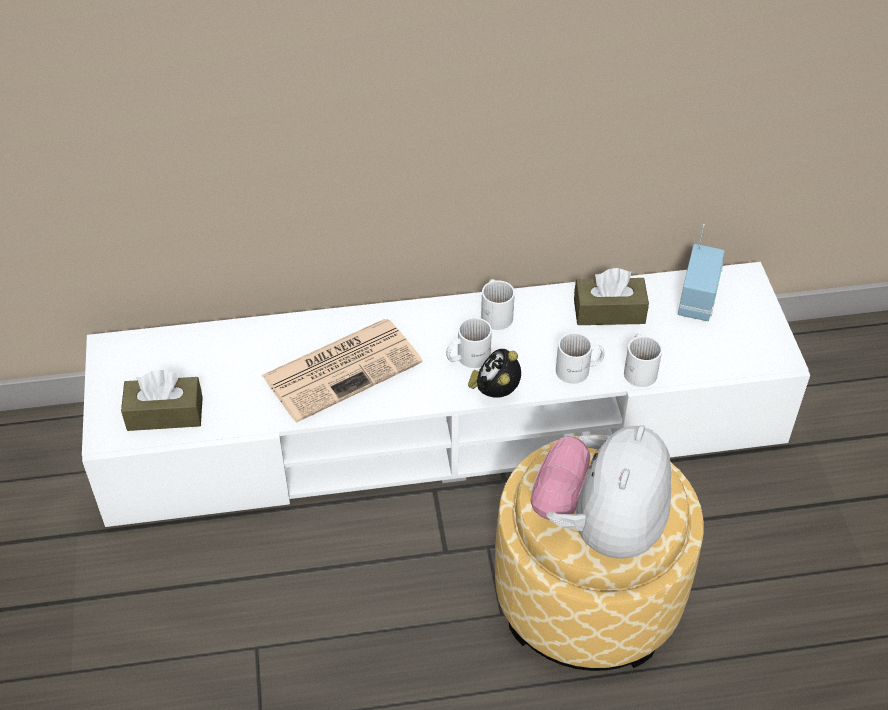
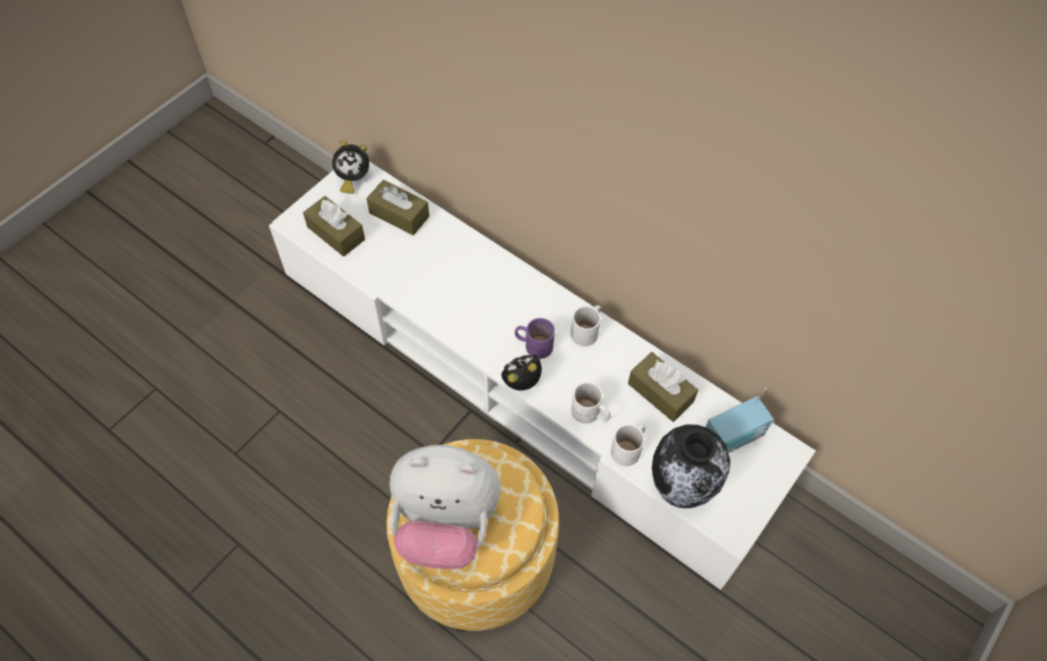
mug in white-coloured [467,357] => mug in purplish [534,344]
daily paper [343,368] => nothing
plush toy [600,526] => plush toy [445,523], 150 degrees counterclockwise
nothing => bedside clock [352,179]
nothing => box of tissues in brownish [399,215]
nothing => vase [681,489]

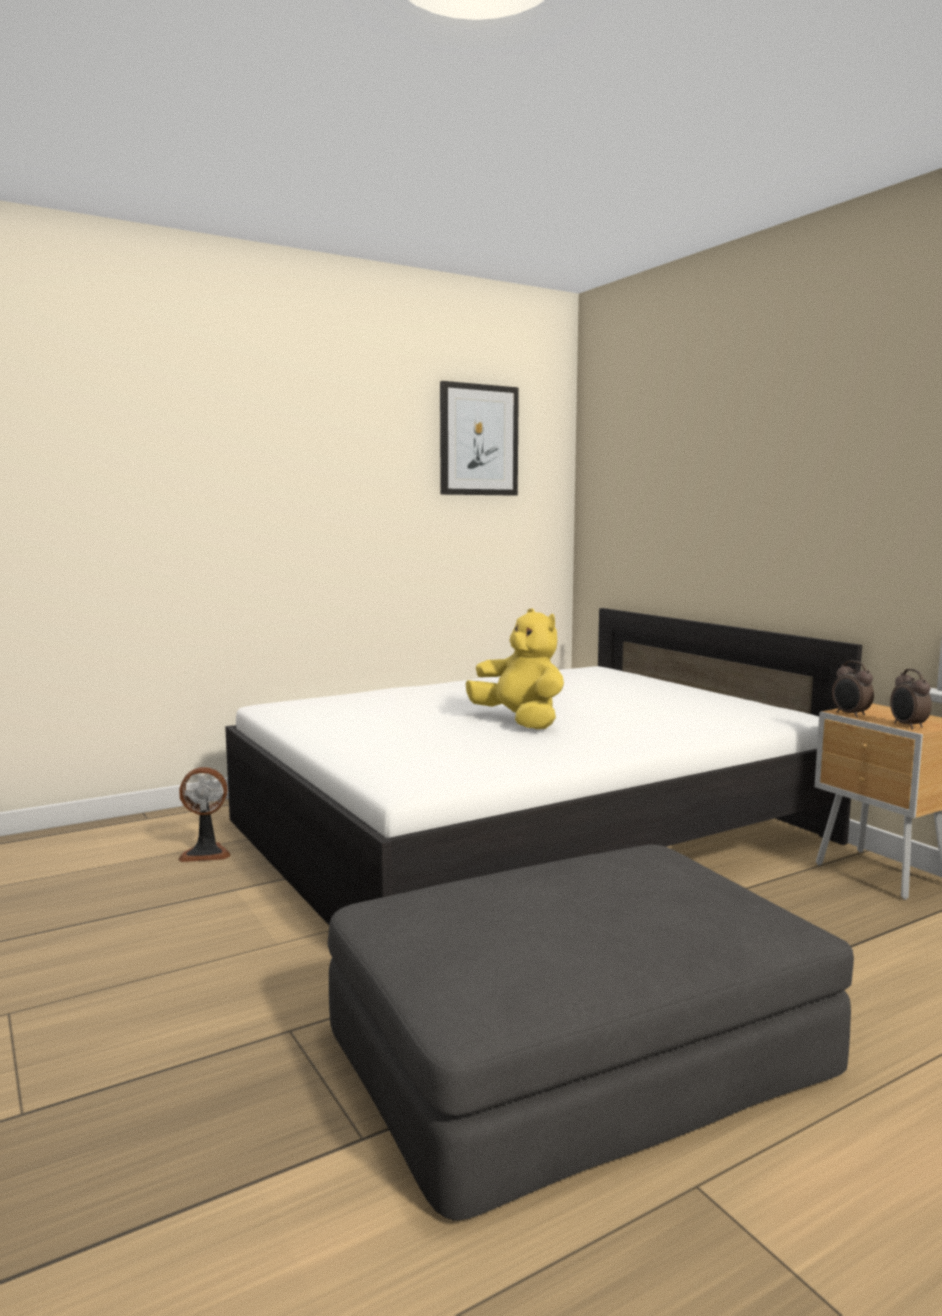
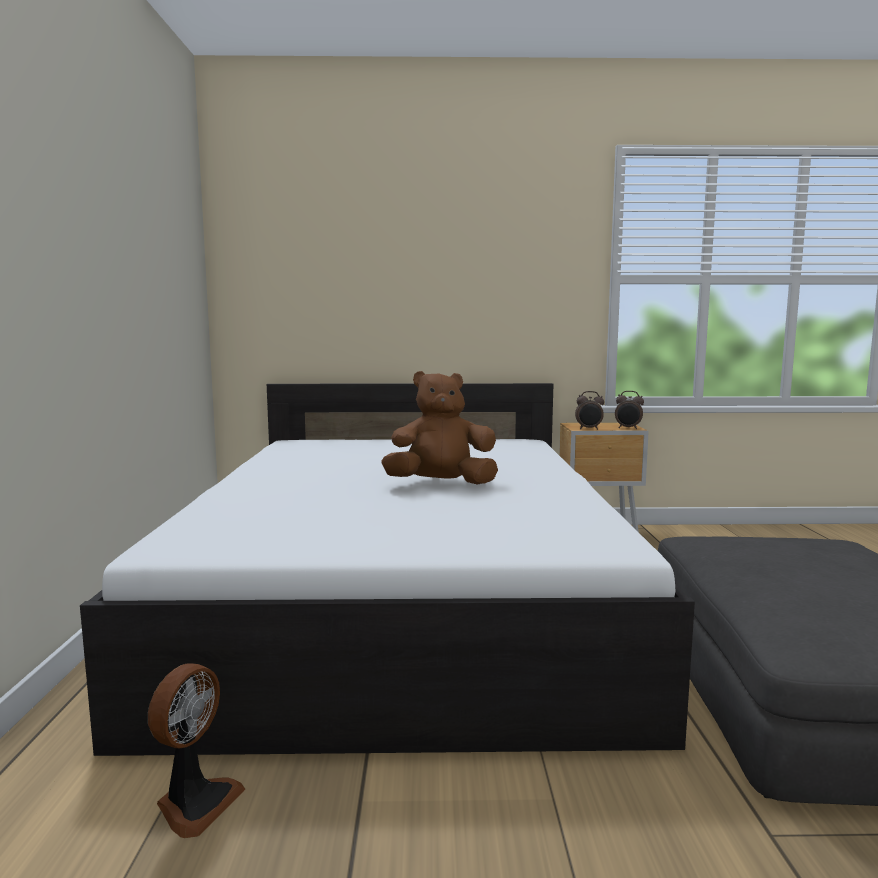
picture [478,440] => nothing
plush toy in yellow-coloured [520,722] => plush toy in brownish [441,484]

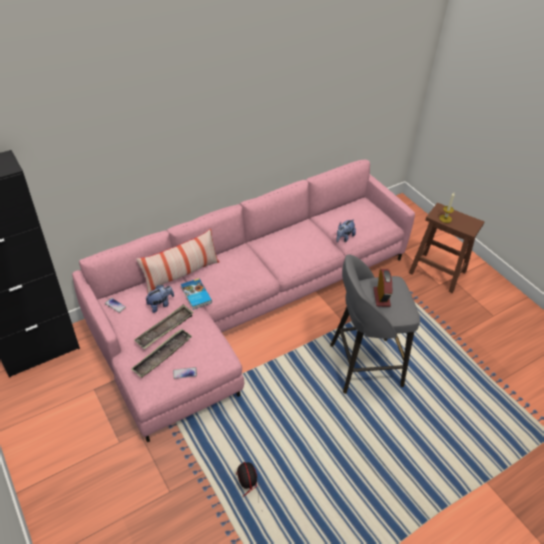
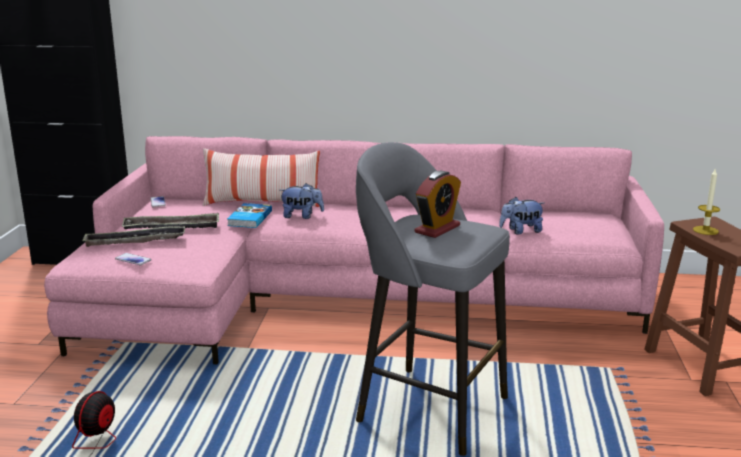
plush toy [160,304] => plush toy [302,216], move

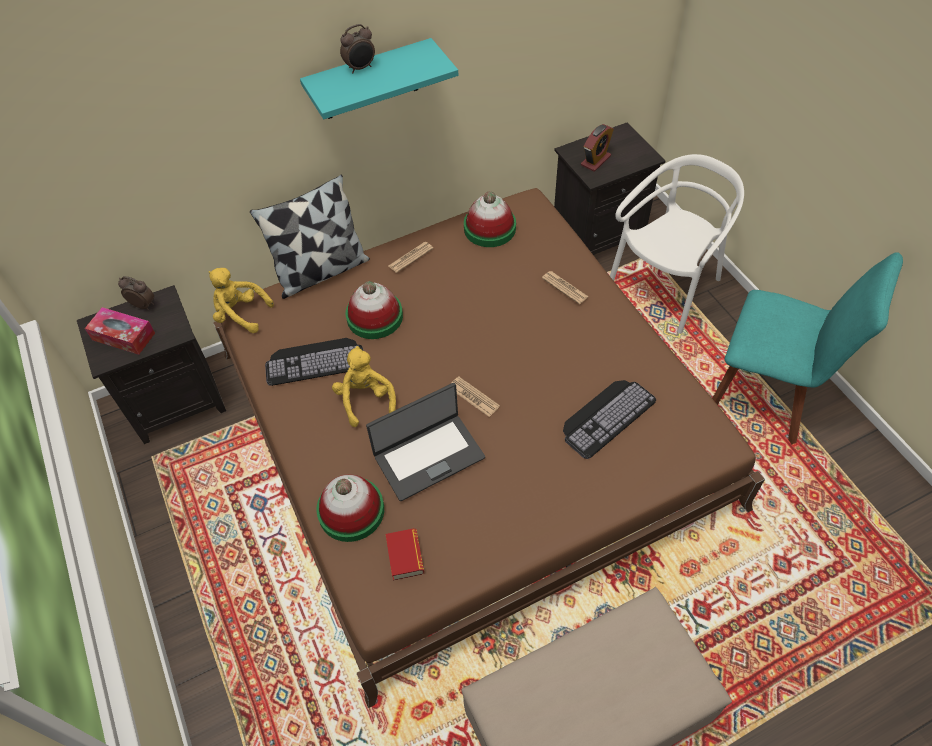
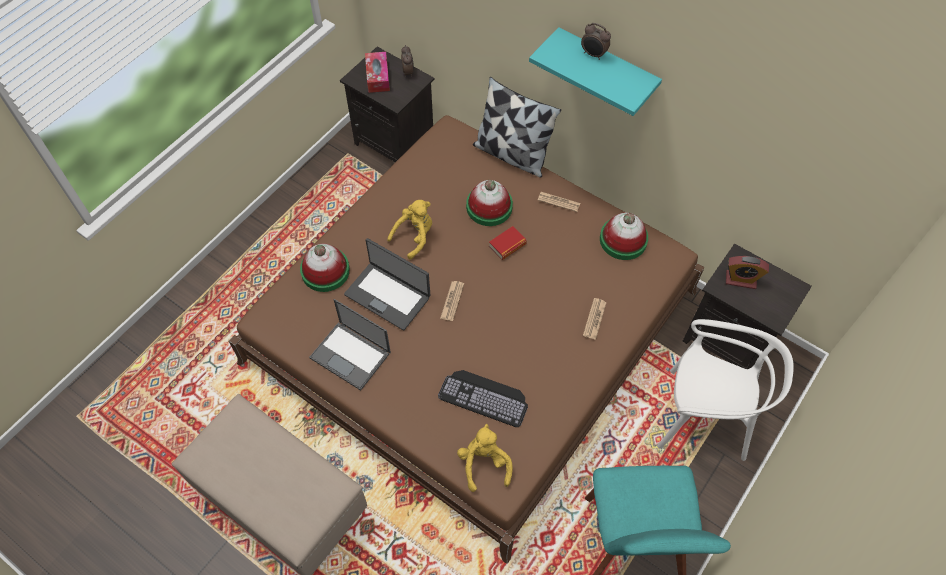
plush toy in yellow-coloured [240,314] => plush toy in yellow-coloured [484,463], move
computer keyboard [315,360] => nothing
volume [405,556] => volume [507,245], move
nothing => laptop [351,355]

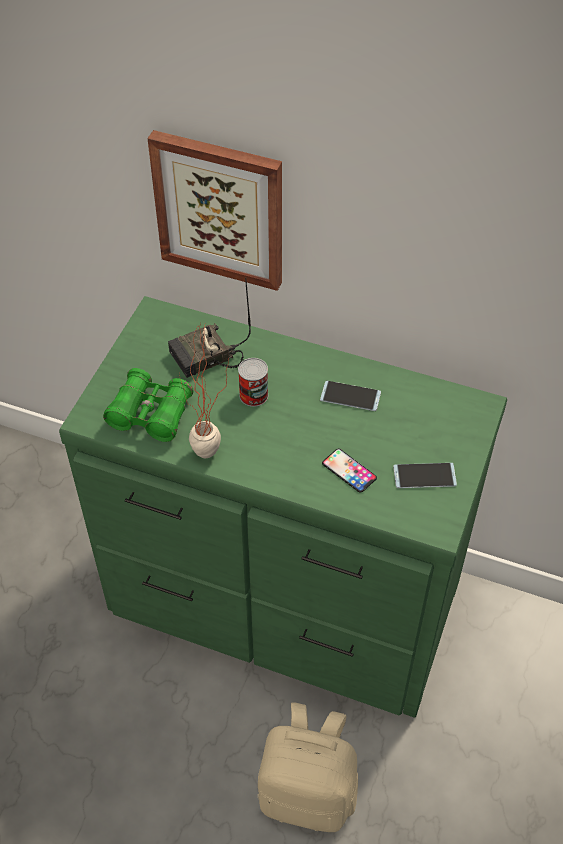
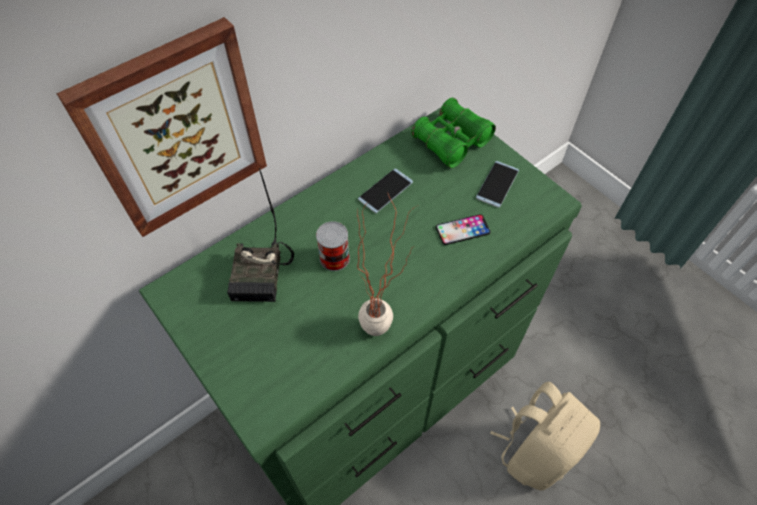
field glasses in green [150,414] => field glasses in green [451,141], move

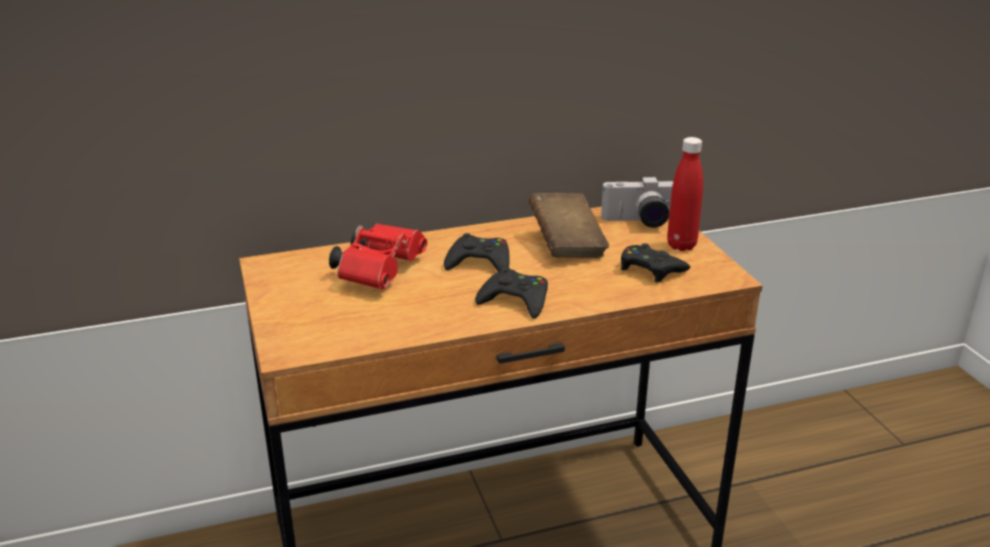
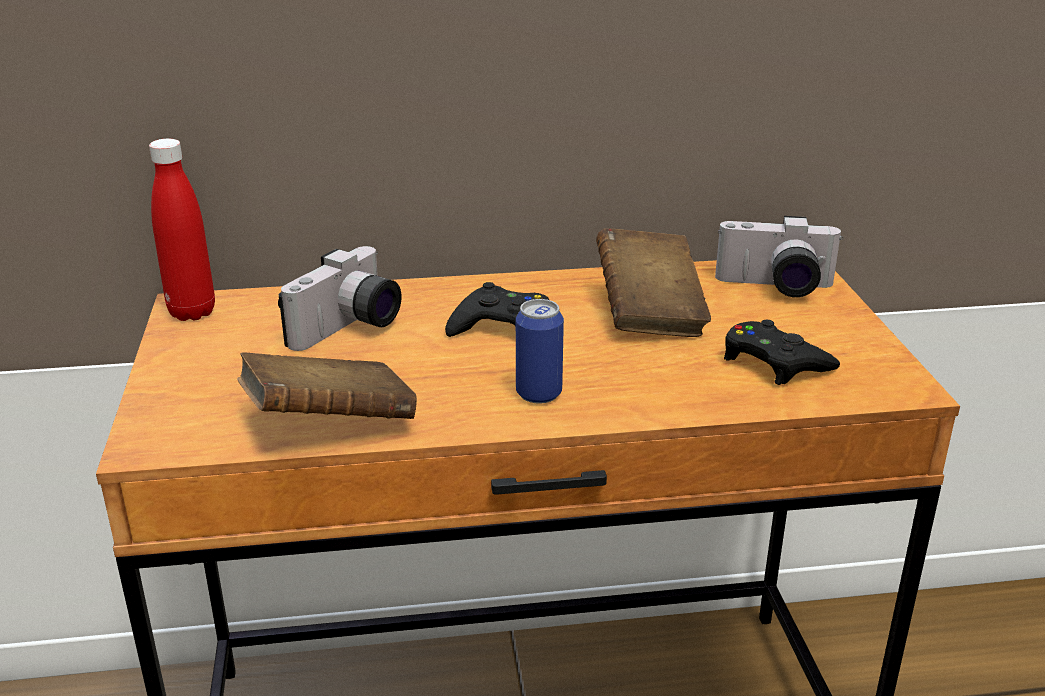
bottle in reddish [681,245] => bottle in reddish [192,312], move
field glasses in reddish [380,270] => still camera [350,329]
game controller in black [515,300] => can [539,393]
nothing => volume in brownish [329,423]

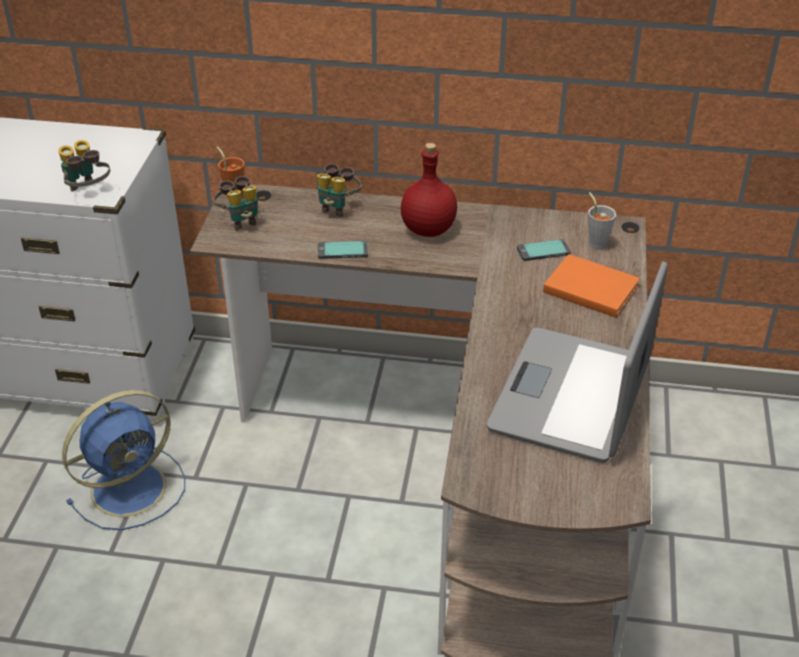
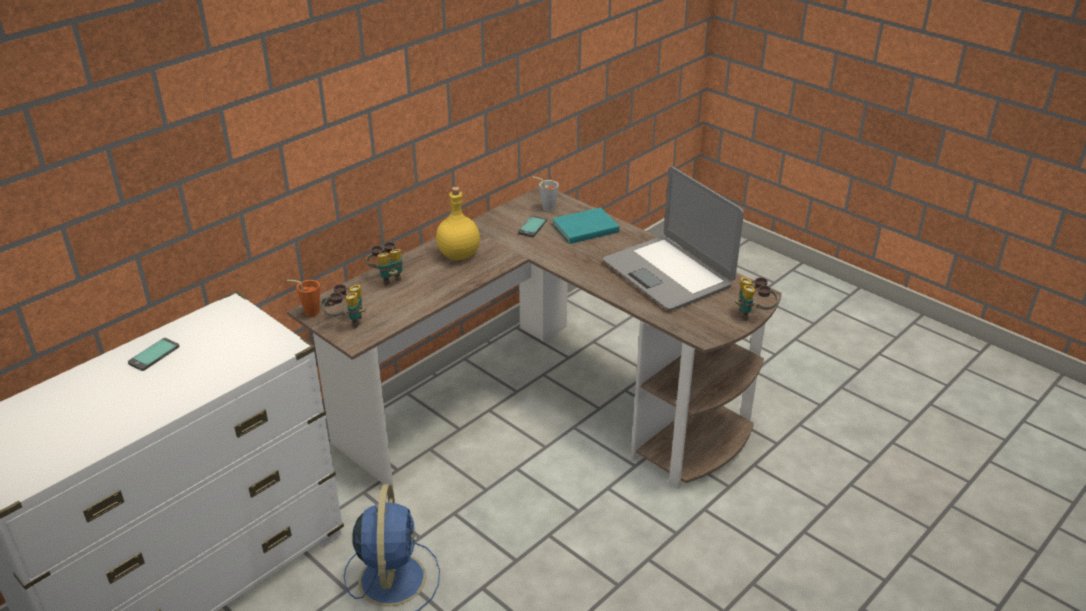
field glasses [87,192] => field glasses [753,314], move
bottle in reddish [429,230] => bottle in yellow-coloured [459,255]
telephone [342,251] => telephone [154,355], move
volume in orange-coloured [589,287] => volume in turquoise [583,228]

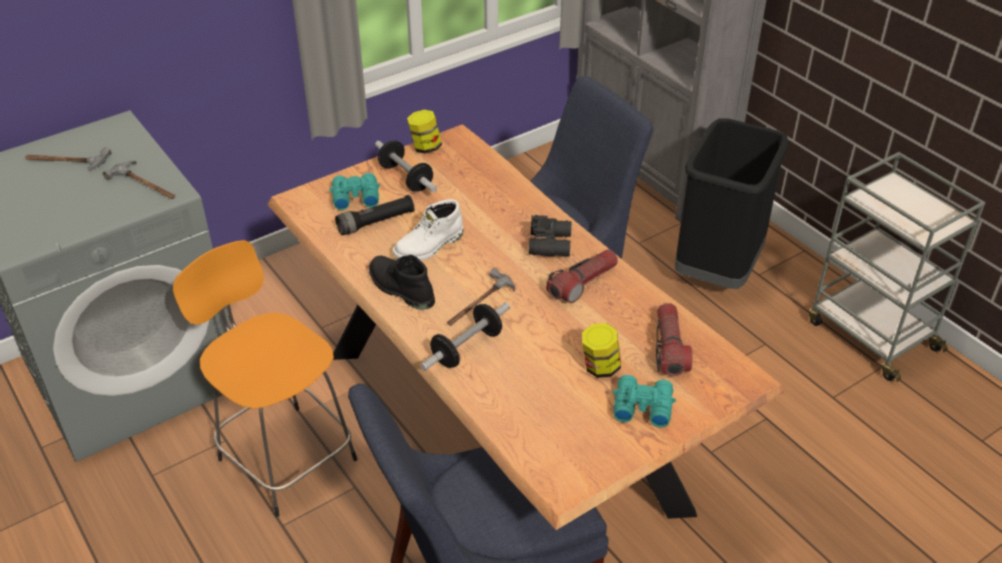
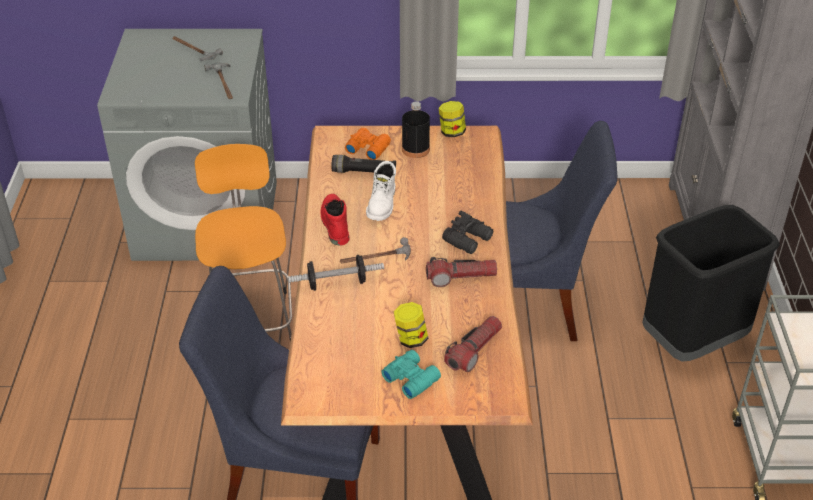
free weight [406,178] => bottle in black [415,149]
field glasses in turquoise [354,197] => field glasses in orange-coloured [367,148]
boot in white-coloured [429,246] => boot in white-coloured [382,204], 75 degrees counterclockwise
boot in black [400,289] => boot in reddish [334,224]

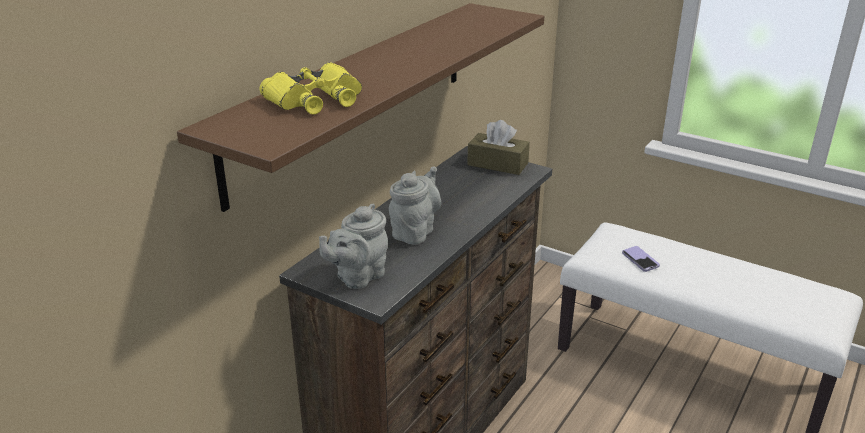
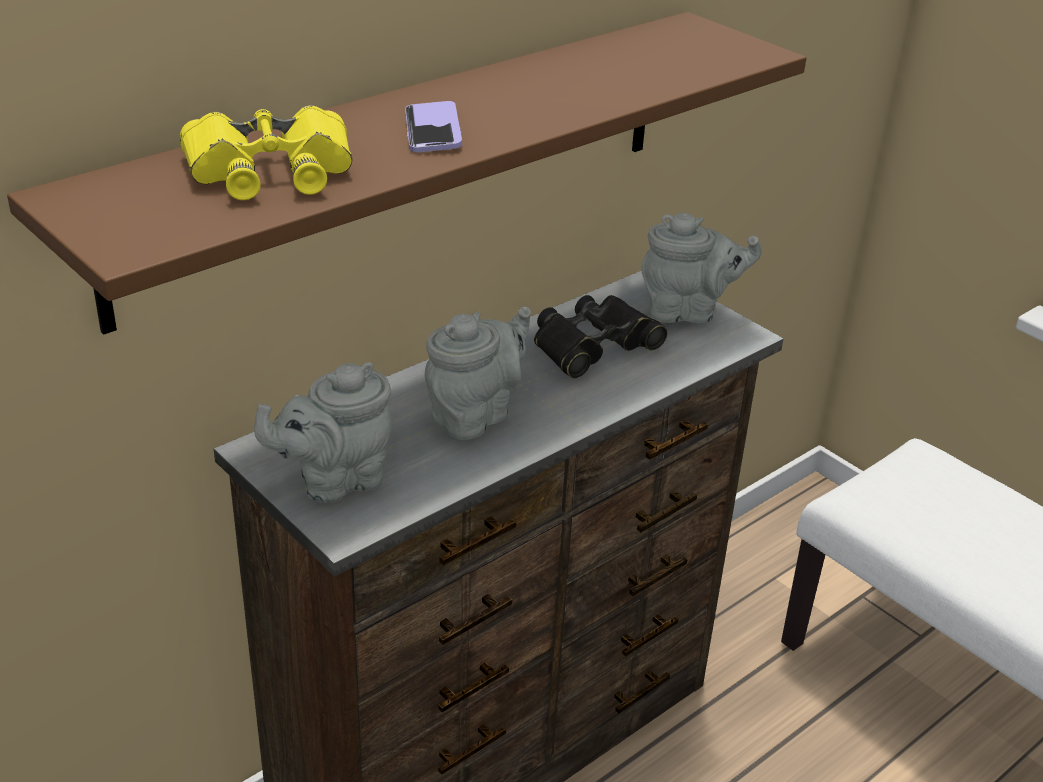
box of tissues in brownish [497,164] => teapot in gray [688,312]
telephone [640,260] => telephone [433,130], move
nothing => field glasses in black [593,345]

